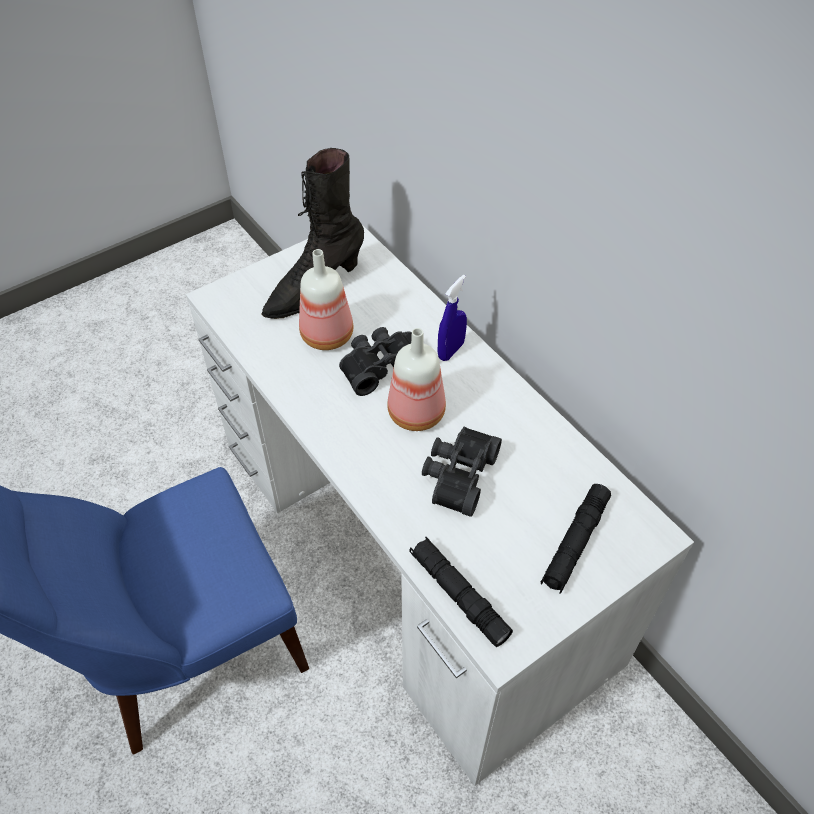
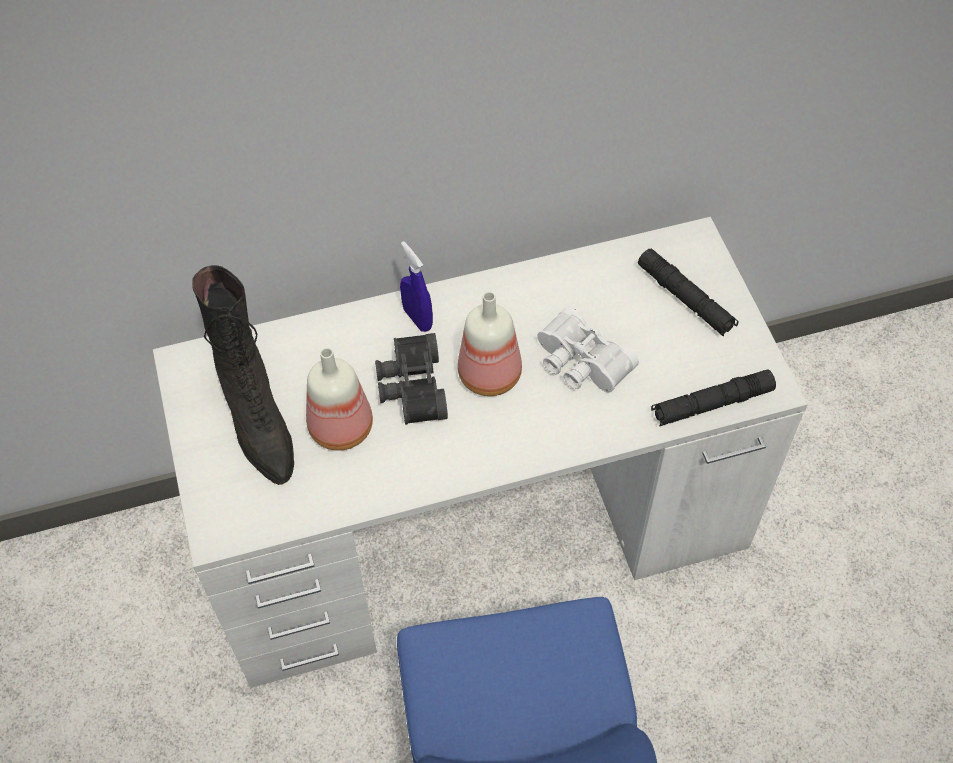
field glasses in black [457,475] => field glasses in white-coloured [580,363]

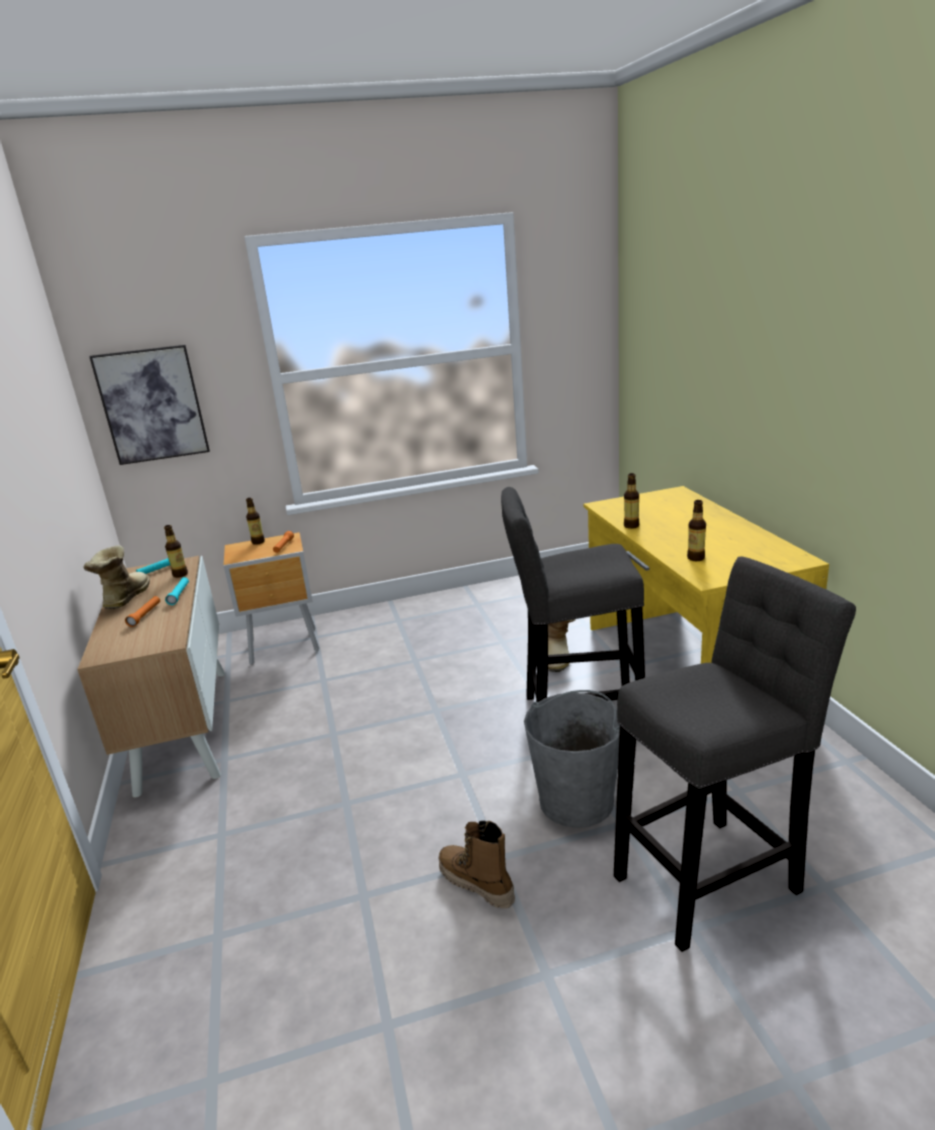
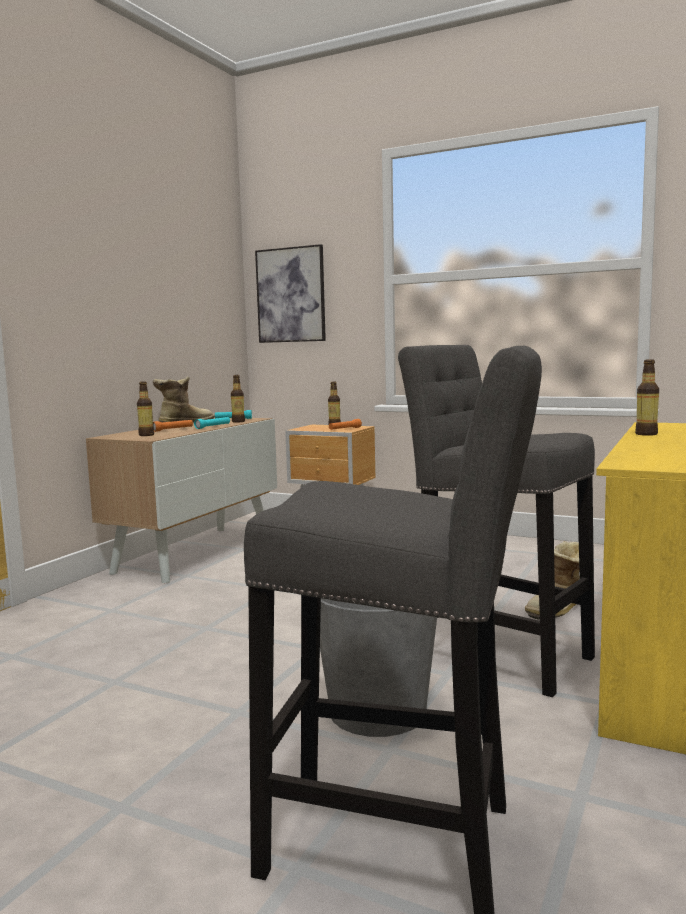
bottle [696,558] => bottle [146,435], move
boot [476,884] => nothing

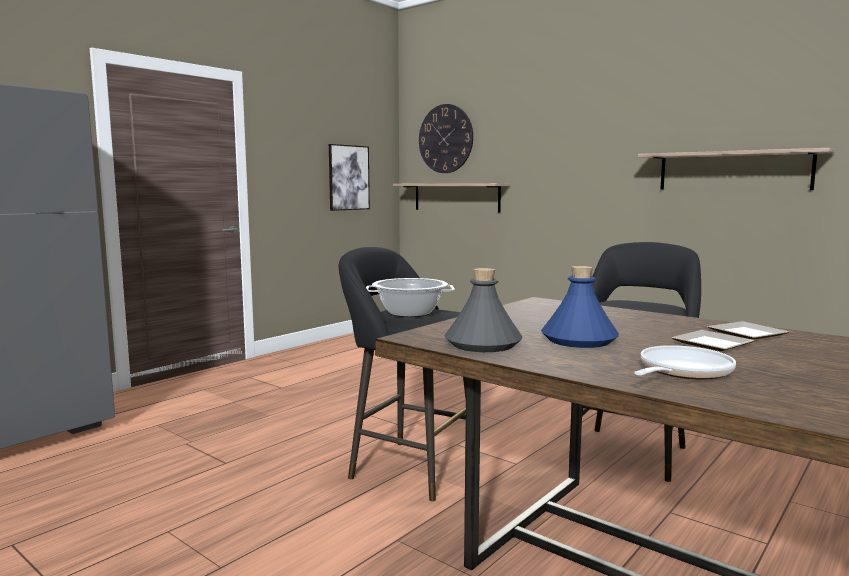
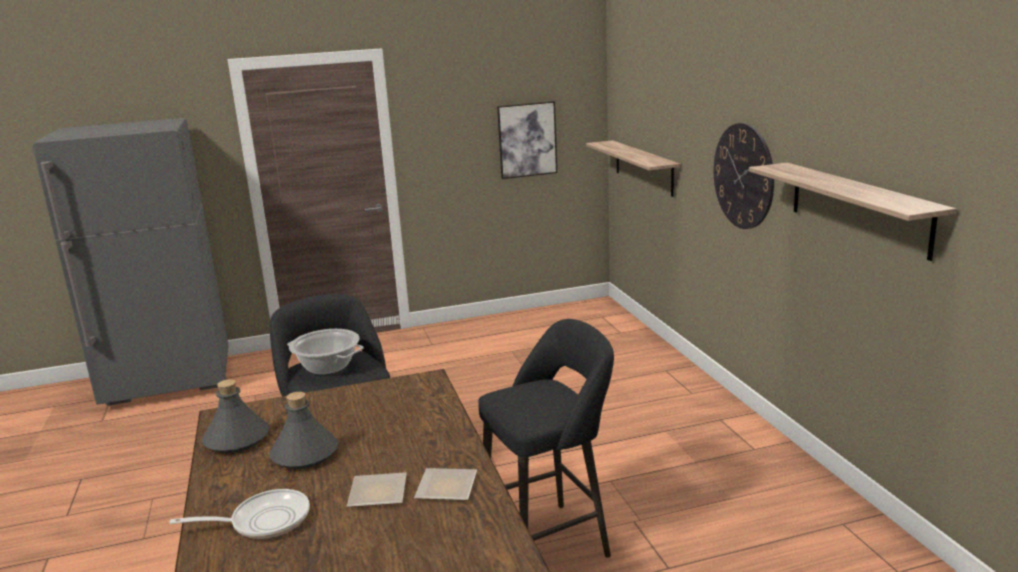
clock on the wall [445,139] => clock on the wall [743,176], move
bottle in bluish [579,340] => bottle in gray [305,455]

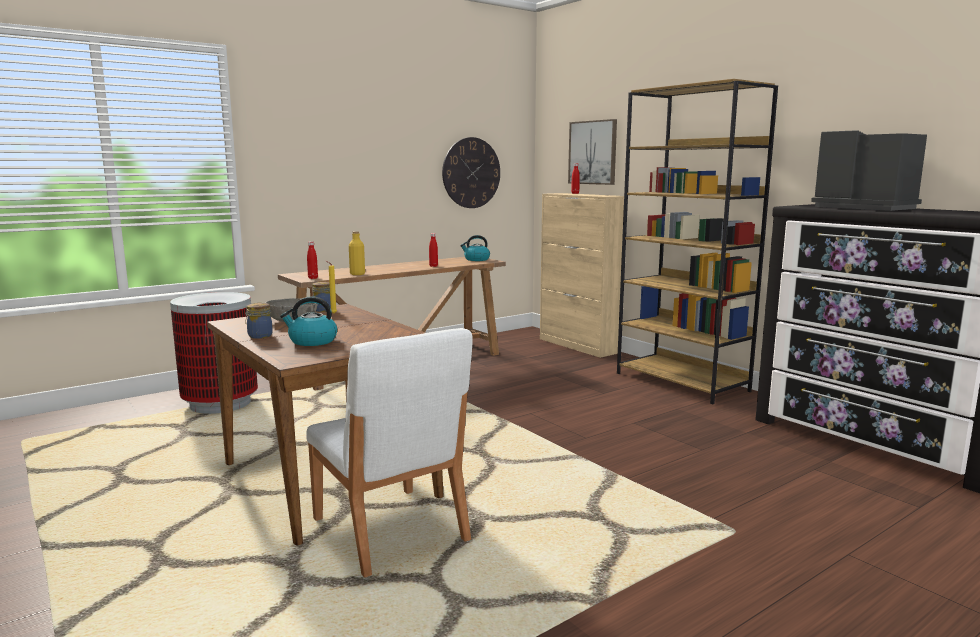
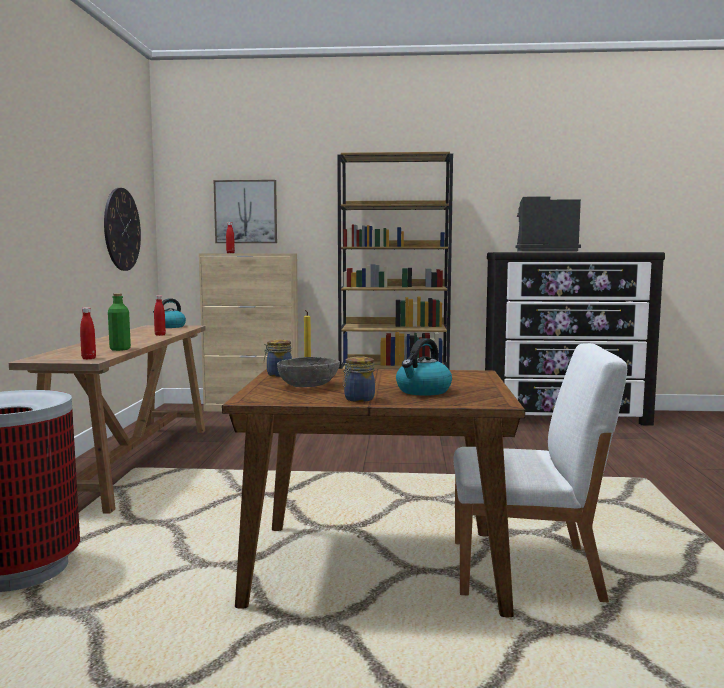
bottle in yellow-coloured [357,274] => bottle in green [120,349]

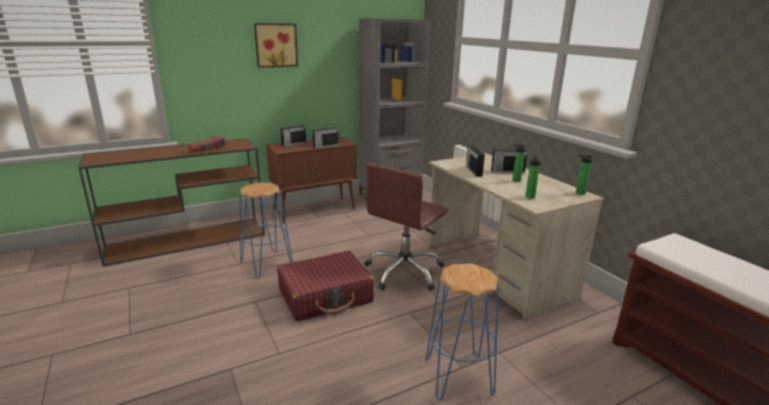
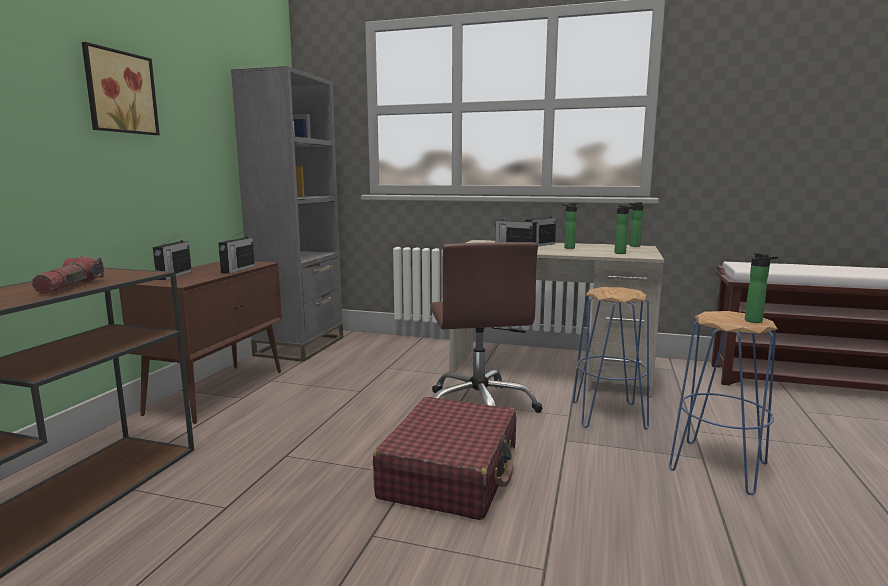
sitting stool in bluish [267,263] => sitting stool in bluish [608,415], move
nothing => bottle [756,321]

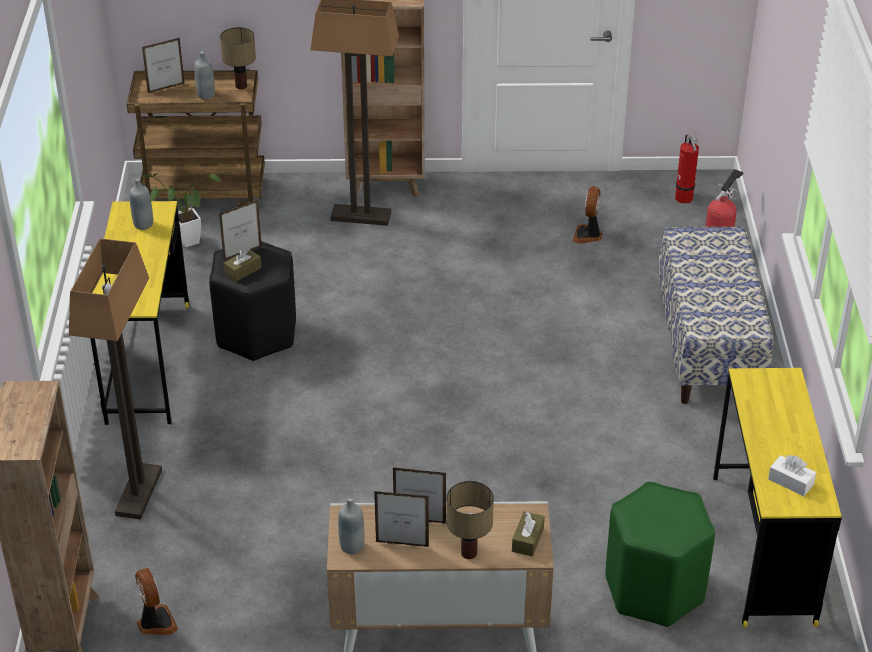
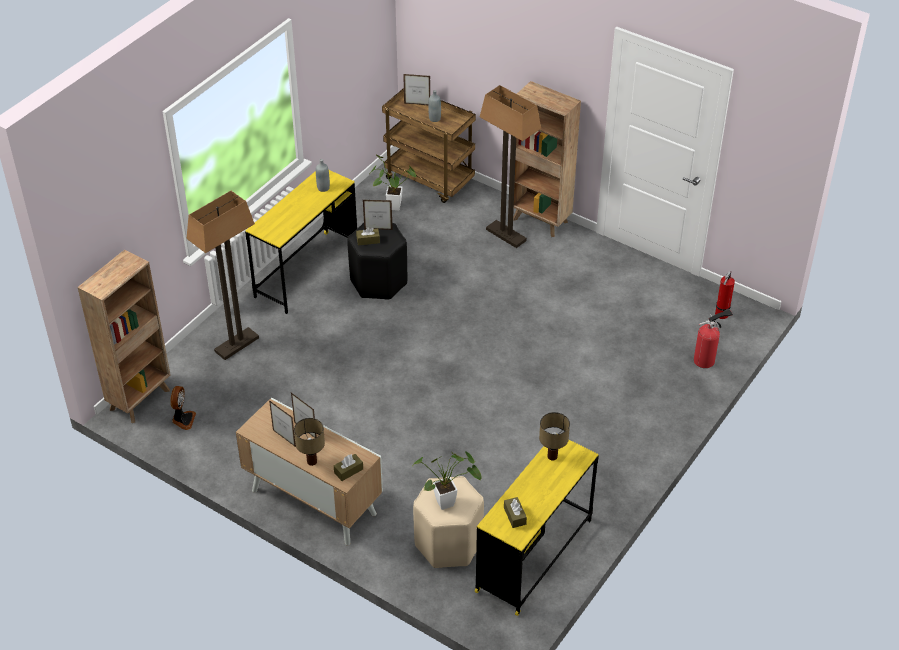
table lamp [241,86] => table lamp [552,456], move
fan [588,235] => nothing
long seat [708,347] => nothing
box of tissues in white-coloured [790,482] => box of tissues in brownish [514,516]
sitting stool in green [654,589] => sitting stool in beige-coloured [449,543]
bottle in gray [352,546] => nothing
nothing => houseplant [449,502]

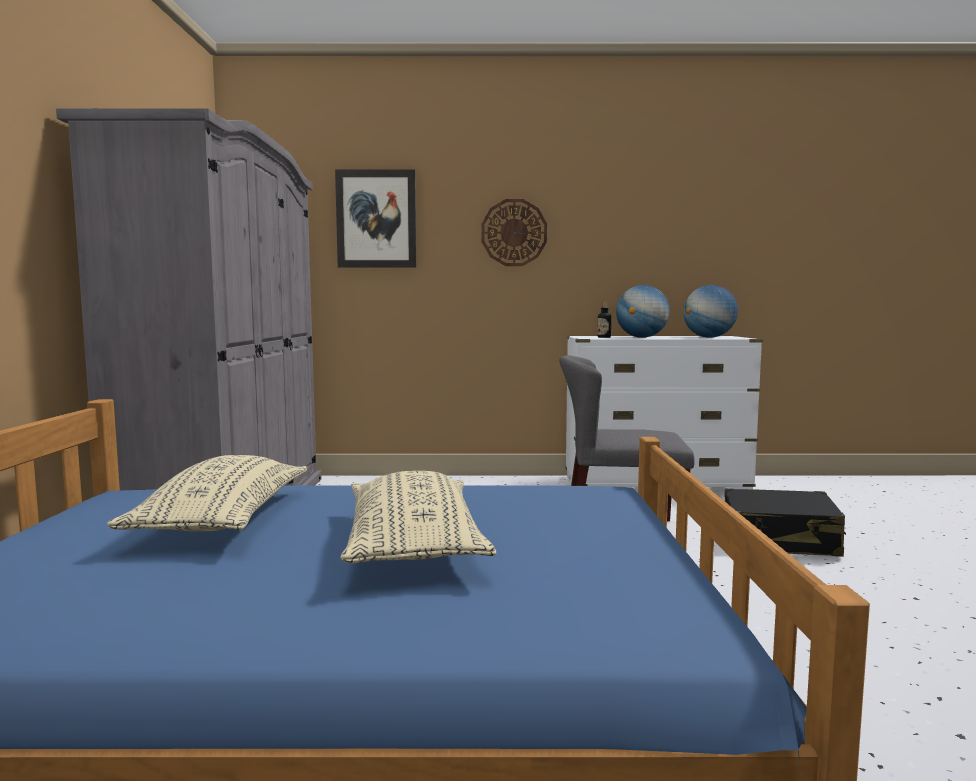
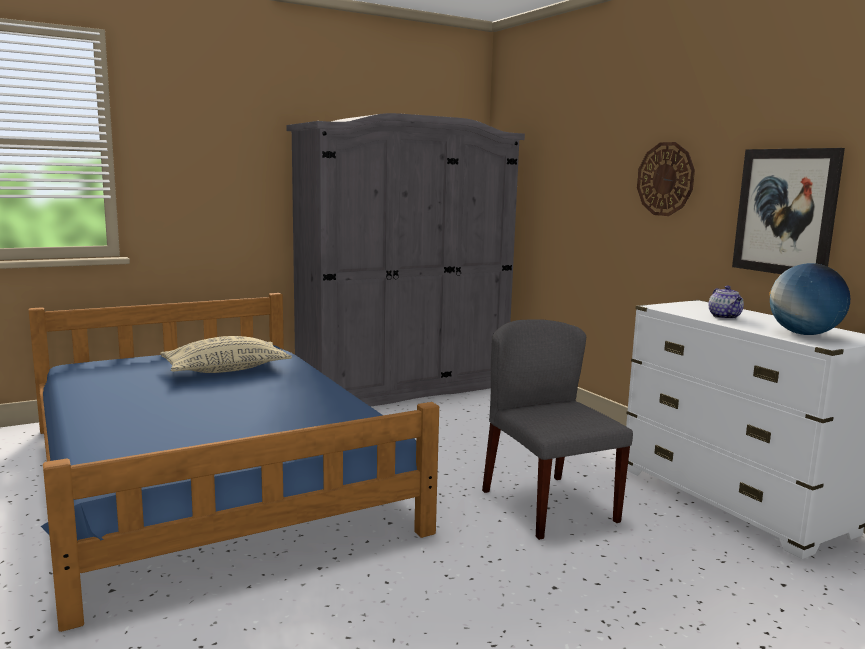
picture [376,219] => picture [785,212], move
globe [642,337] => teapot [725,317]
bottle [604,337] => nothing
cushion in beige-coloured [413,544] => nothing
piece of luggage in black [779,541] => nothing

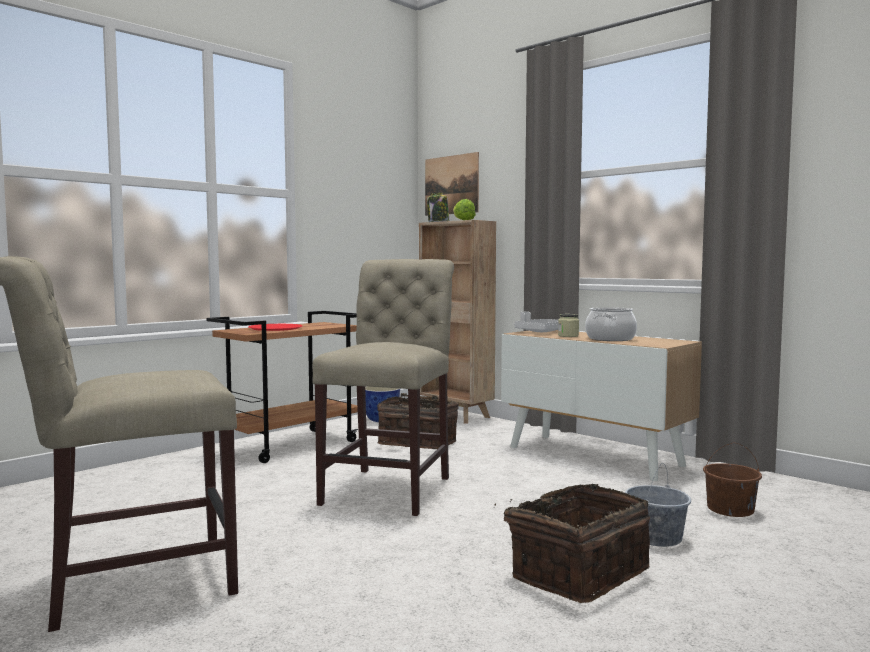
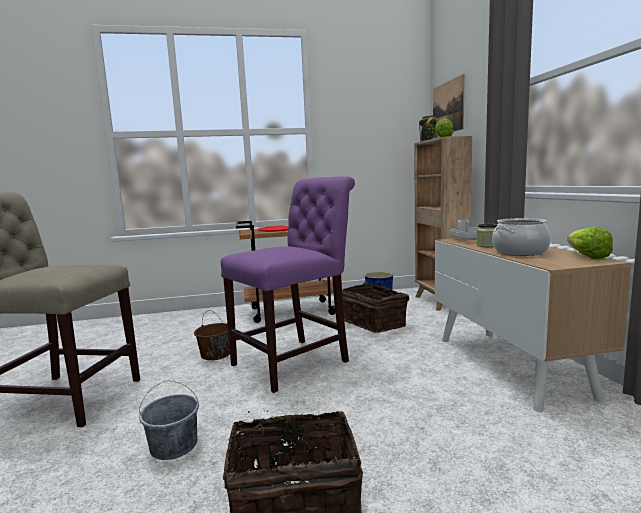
chair in beige-coloured [391,488] => chair in purplish [296,361]
bucket in brownish [730,509] => bucket in brownish [216,354], move
bucket in gray [656,537] => bucket in gray [174,446], move
nothing => lettuce head [585,256]

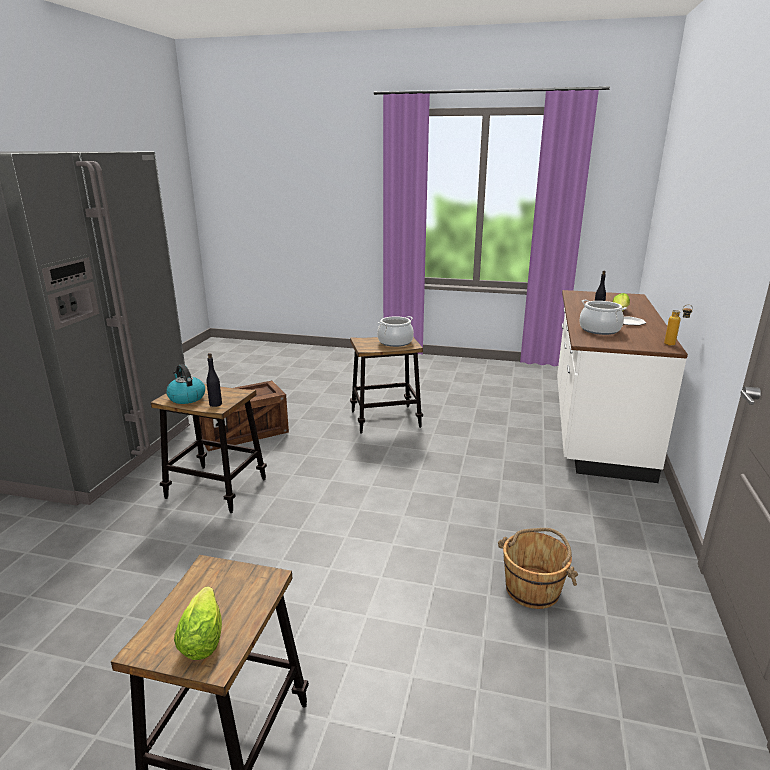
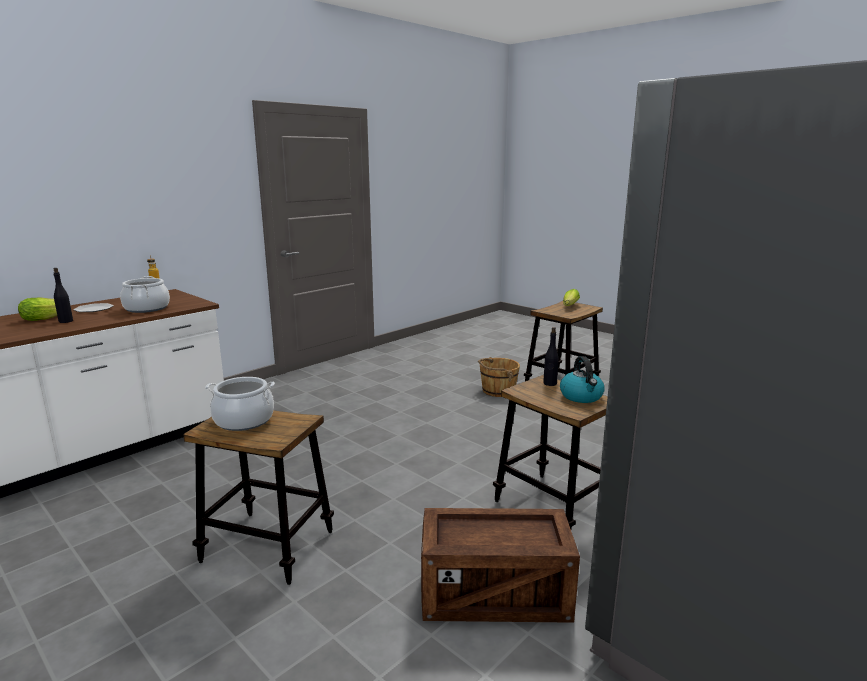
bucket in brownish [533,589] => bucket in brownish [497,391], move

